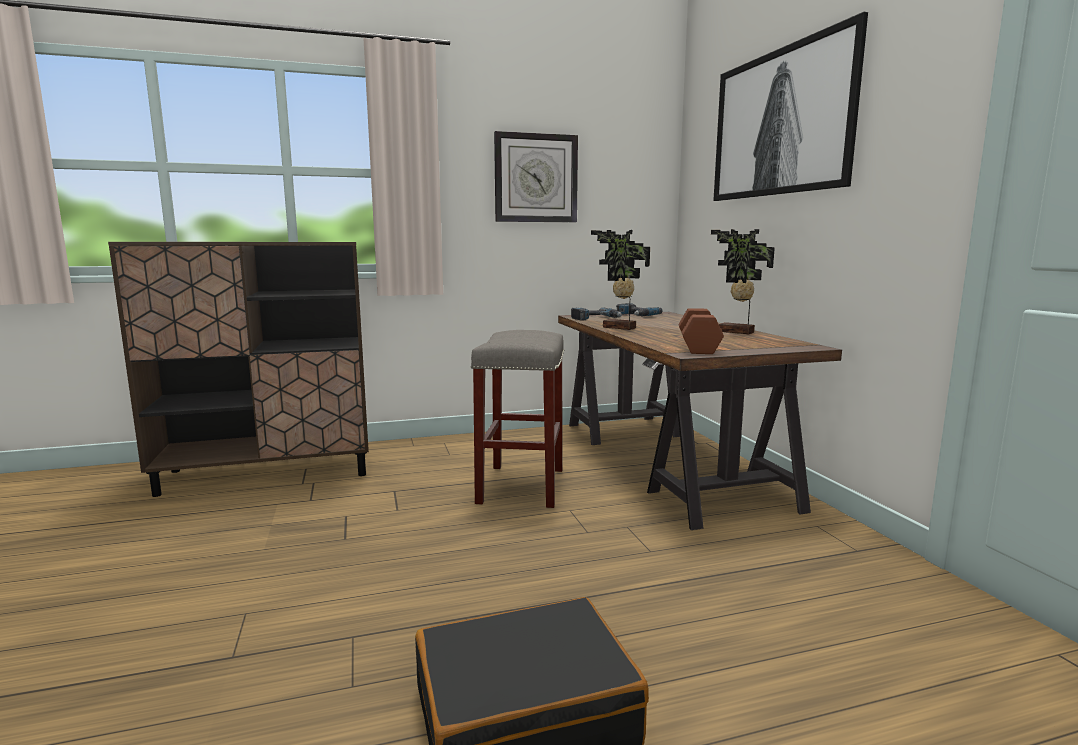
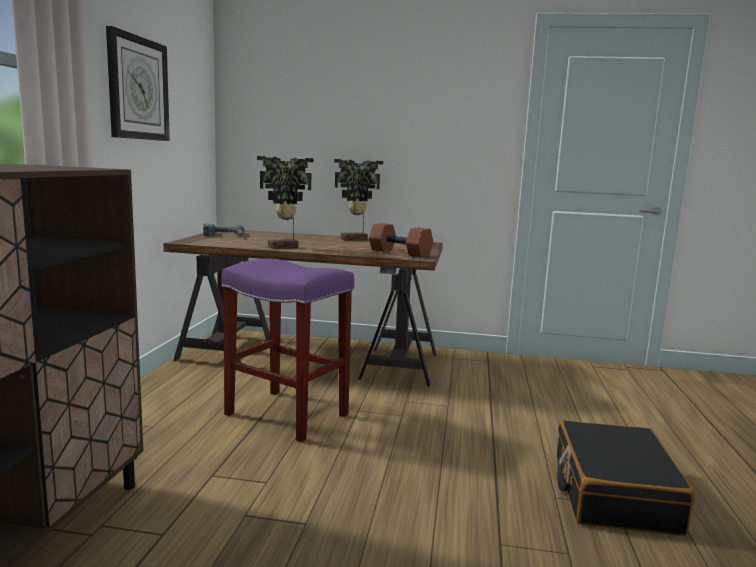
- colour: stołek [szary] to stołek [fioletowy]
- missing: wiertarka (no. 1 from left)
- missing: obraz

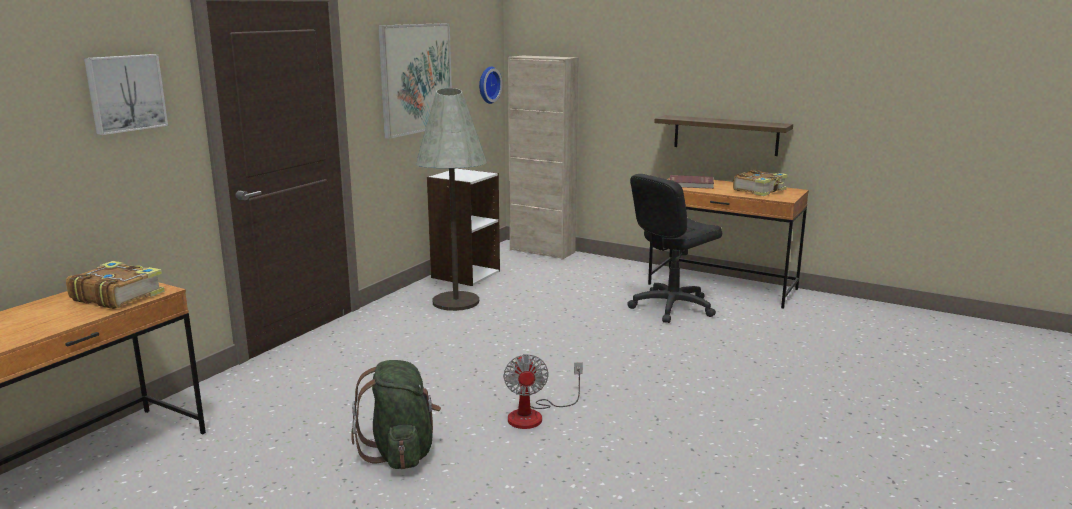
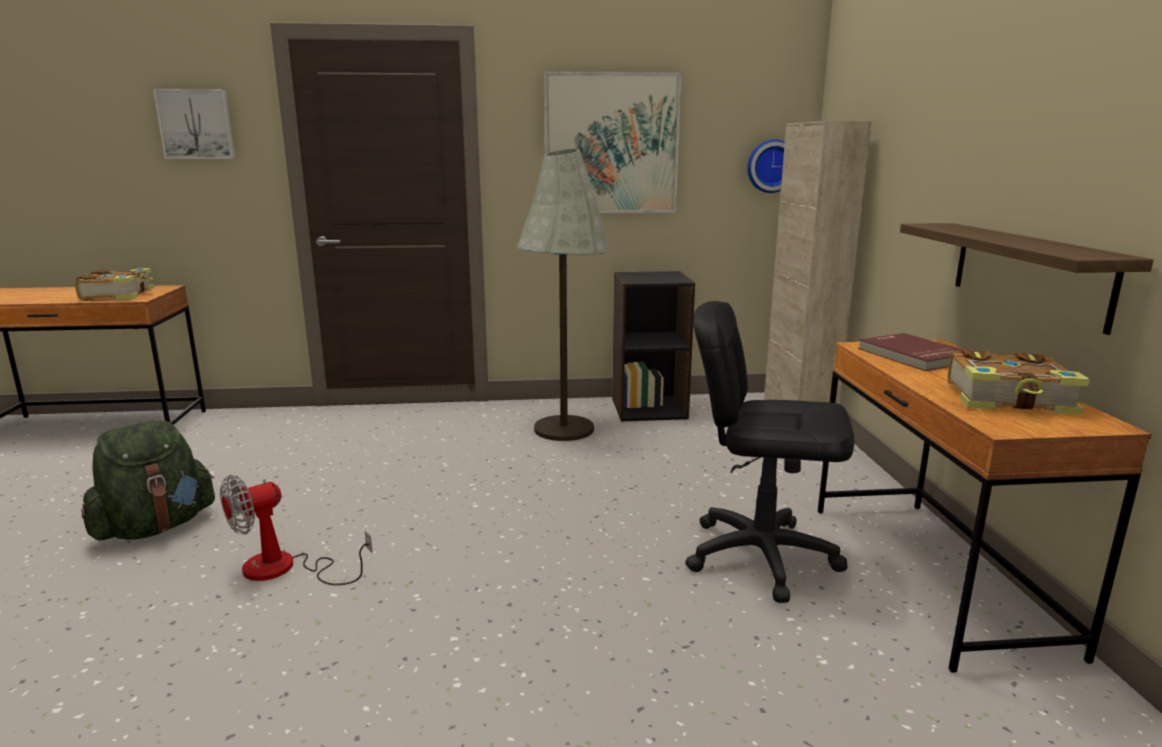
- colour: regał [biały] to regał [czarny]

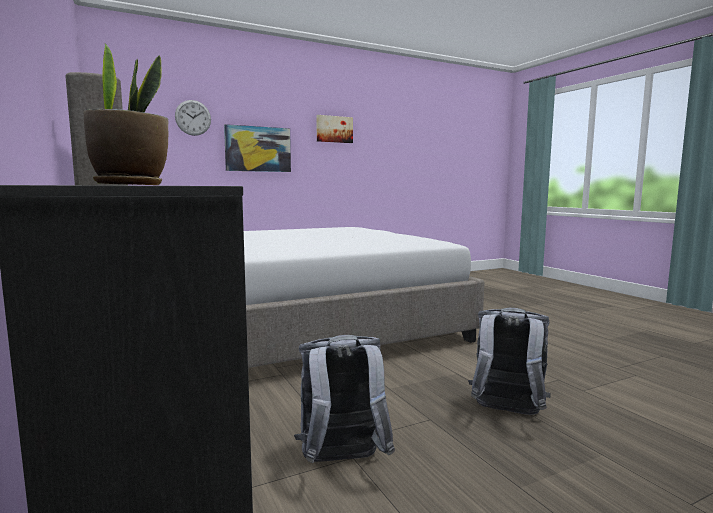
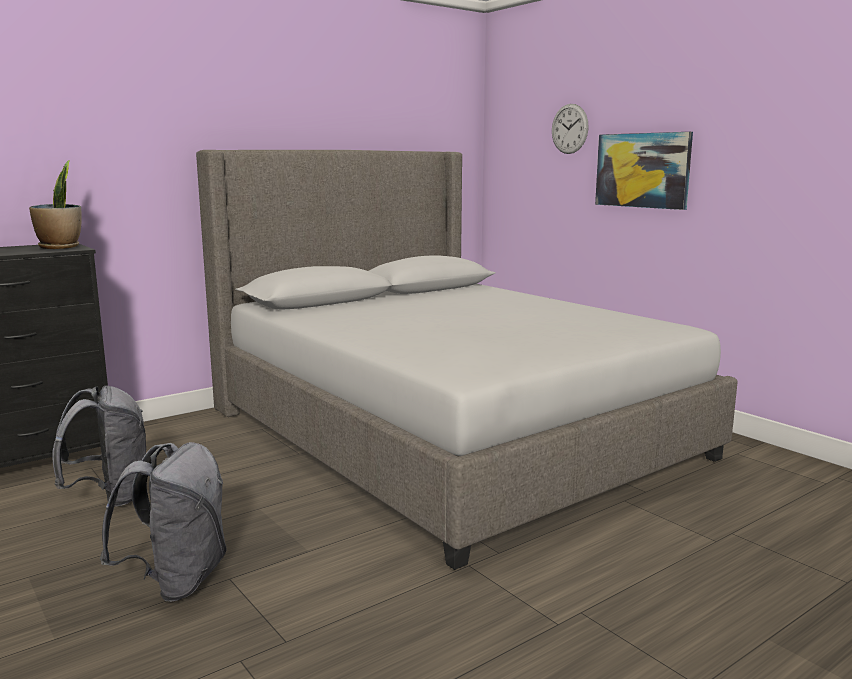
- missing: obraz (no. 2 from left)

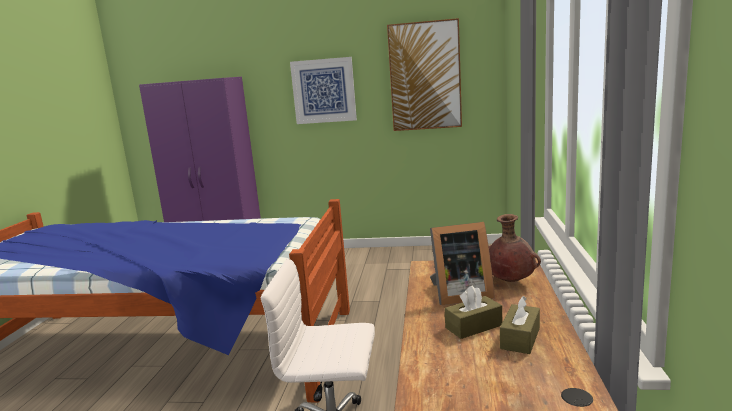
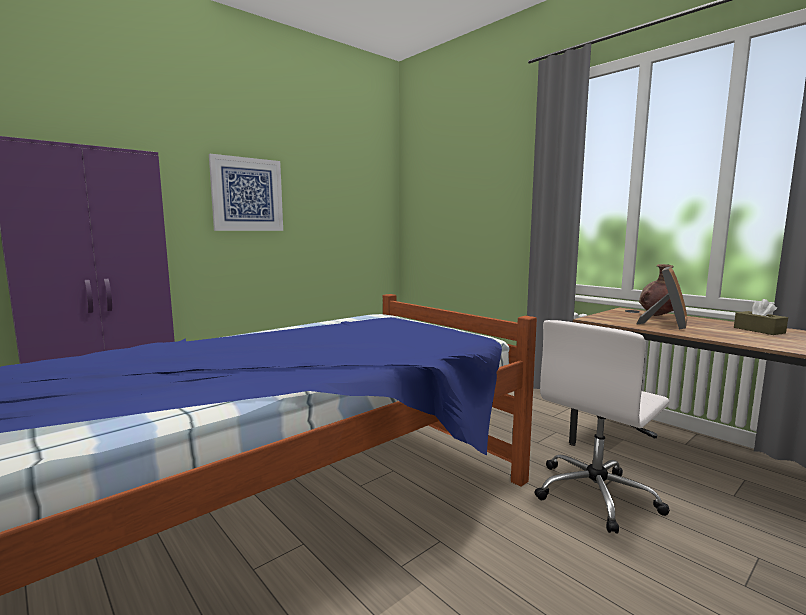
- missing: obraz (no. 2 from left)
- missing: pudełko chusteczek [brązowy] (no. 1 from left)

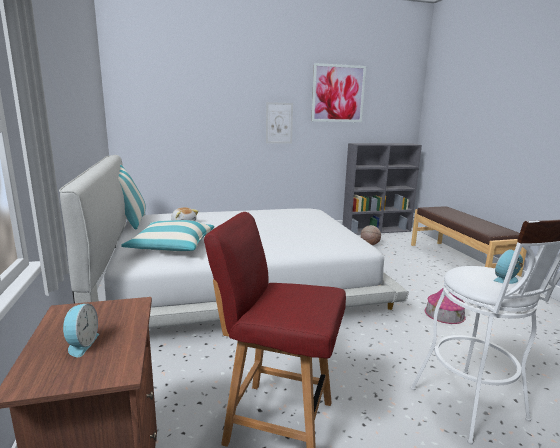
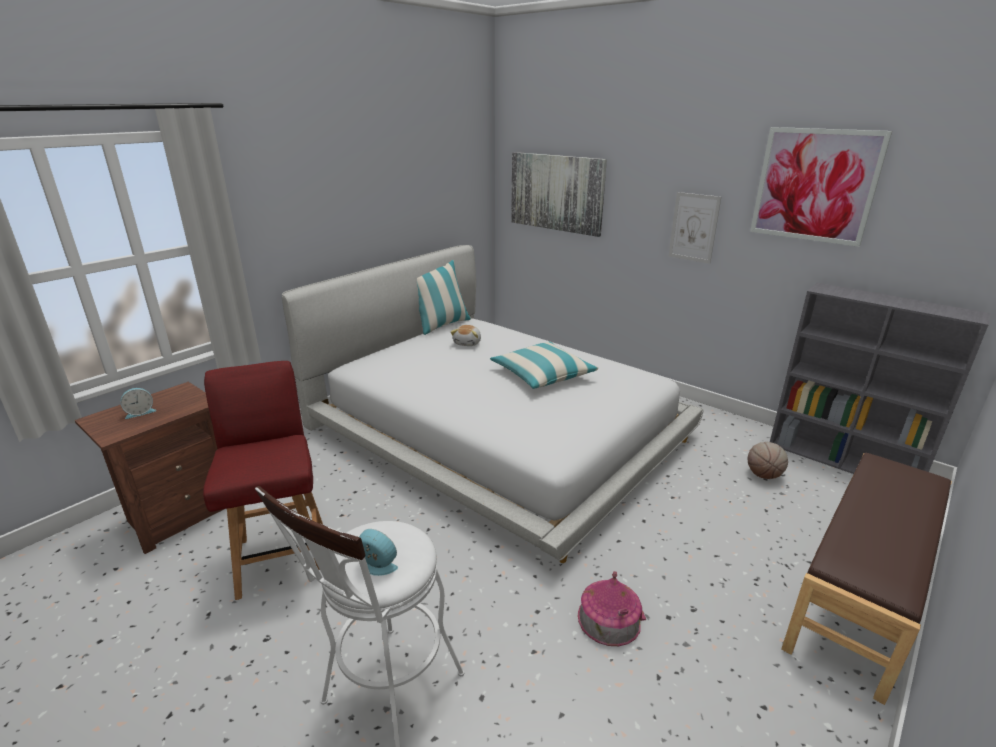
- relocated: poduszka (no. 2 from left)
- appeared: obraz (no. 1 from left)

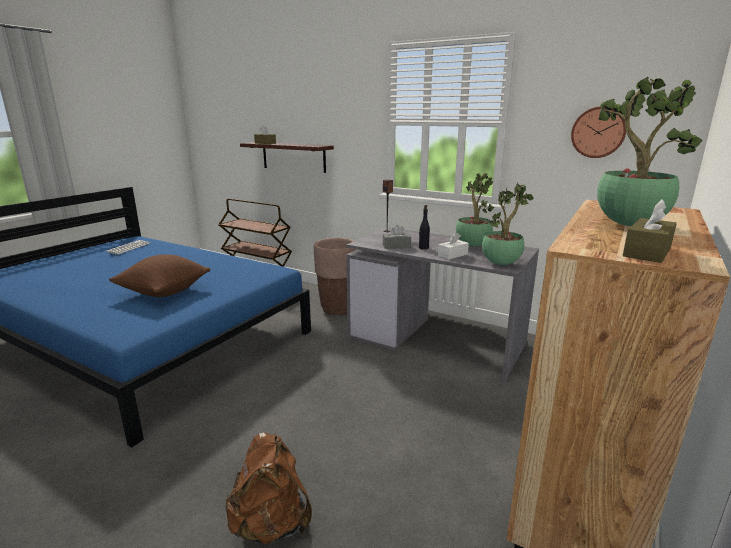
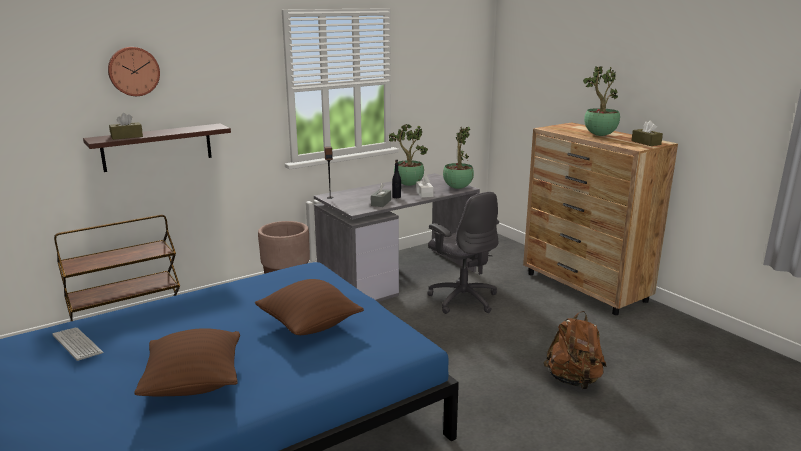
- relocated: zegar ścienny
- appeared: poduszka [brązowy] (no. 1 from left)
- appeared: krzesło biurowe [szary]

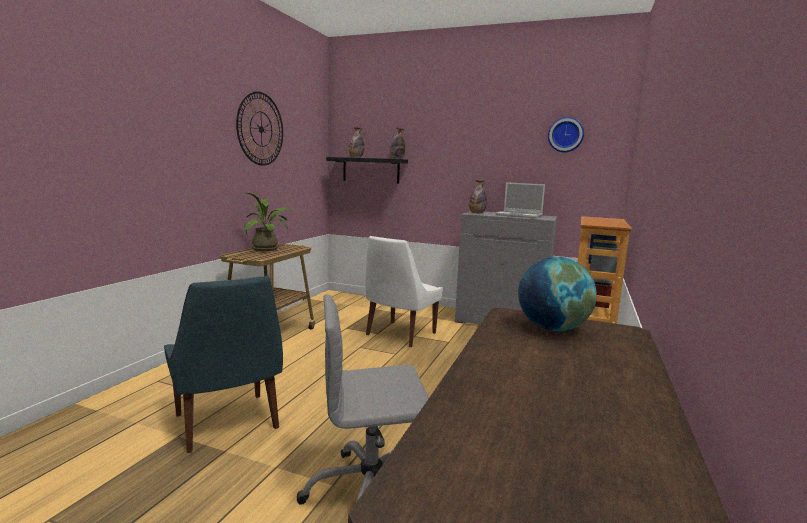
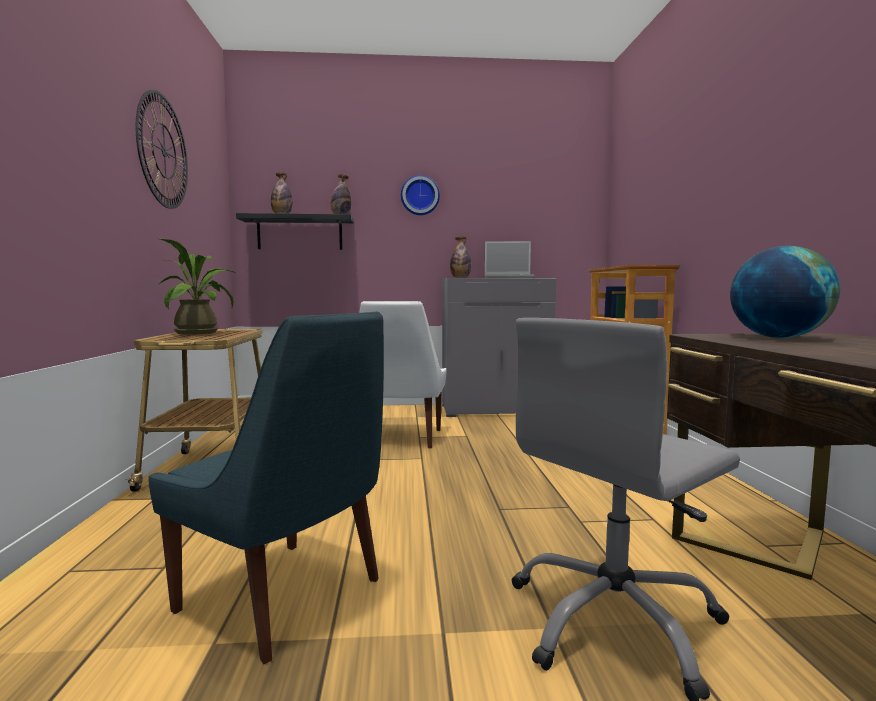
- relocated: zegar ścienny (no. 2 from left)

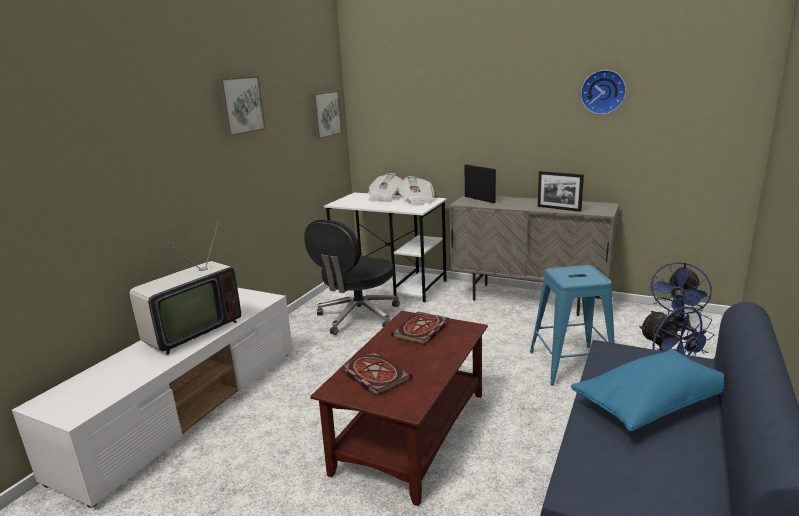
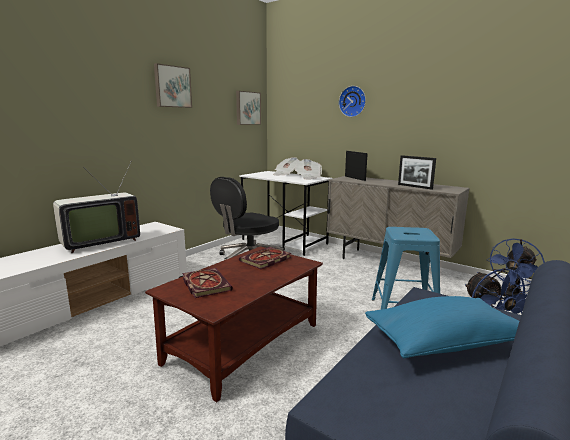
- relocated: zegar ścienny

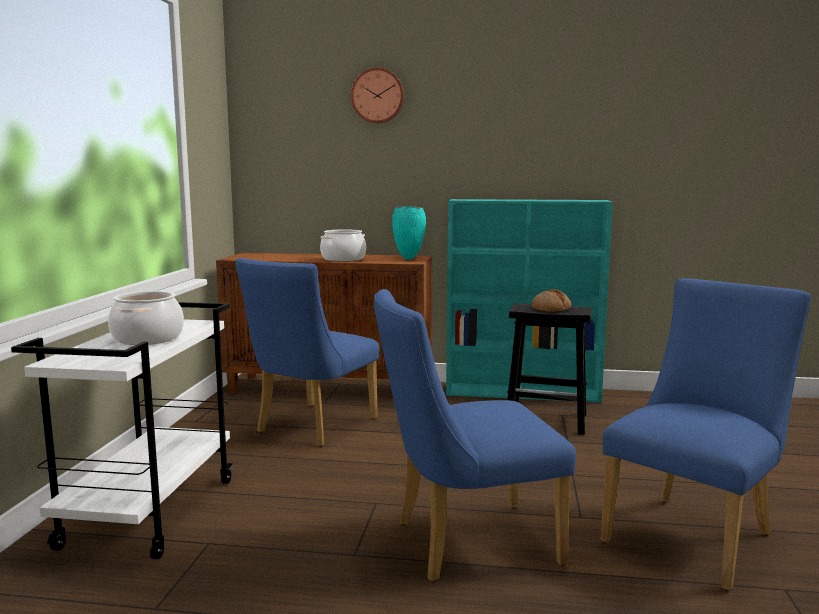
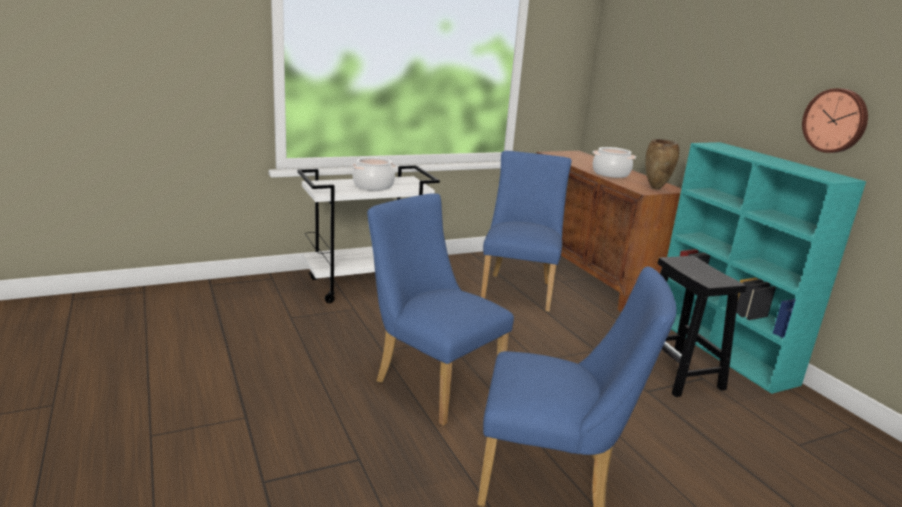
- spun: krzesło [niebieski] (no. 1 from left in the first image) 105 degrees clockwise
- relocated: zegar ścienny
- colour: wazon [turkusowy] to wazon [brązowy]
- missing: chleb

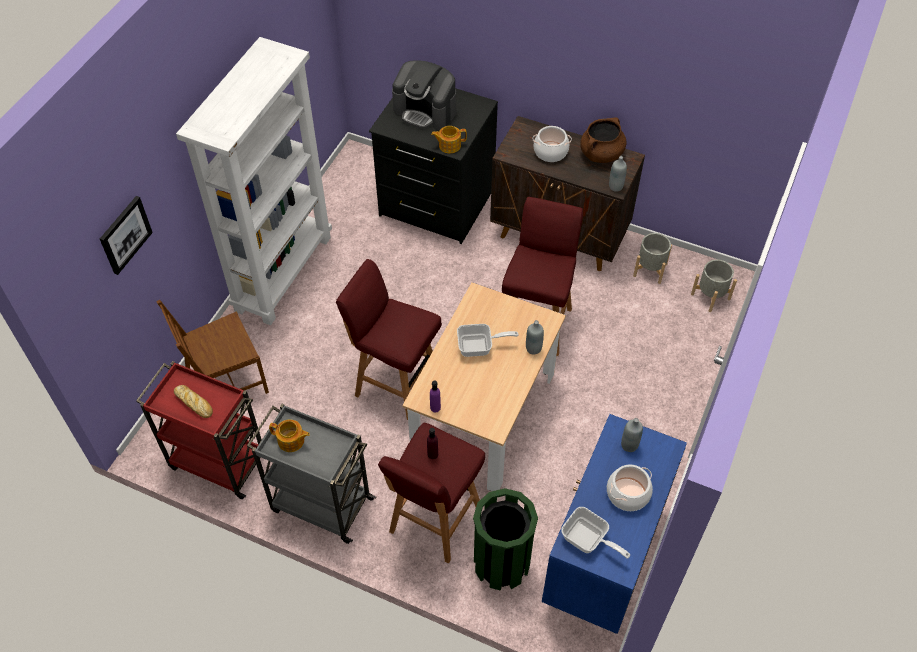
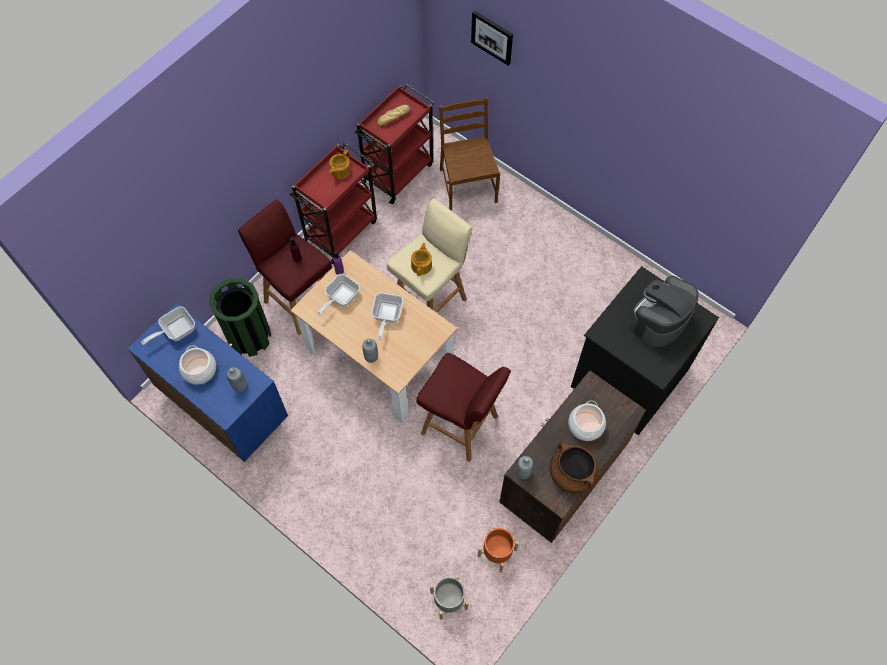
- missing: regał [biały]
- colour: wózek [szary] to wózek [czerwony] (no. 1 from left)
- colour: stołek [czerwony] (no. 1 from left) to stołek [beżowy]
- relocated: imbryk (no. 2 from left)
- colour: donica [szary] (no. 1 from left) to donica [pomarańczowy]
- appeared: patelnia (no. 2 from left)

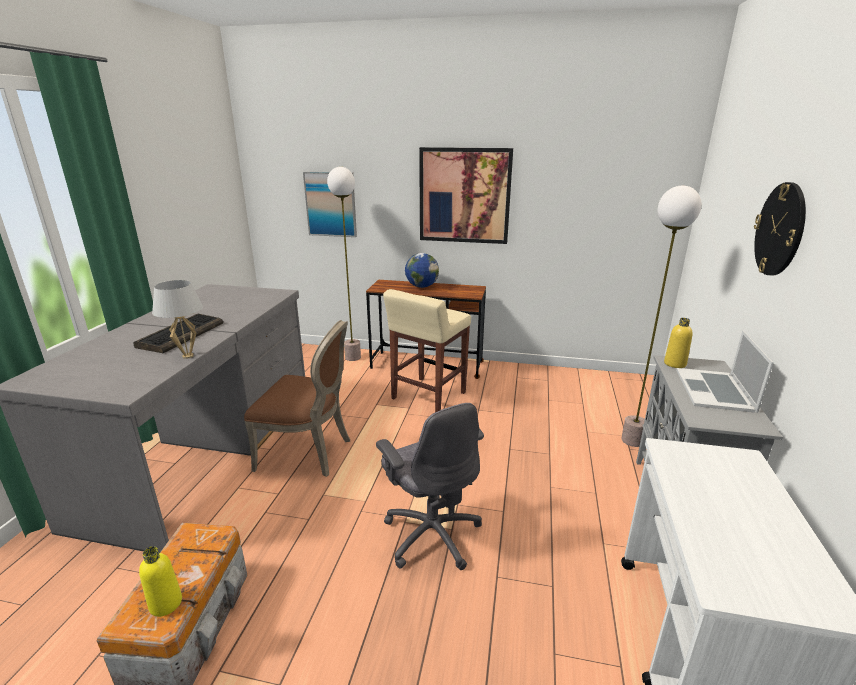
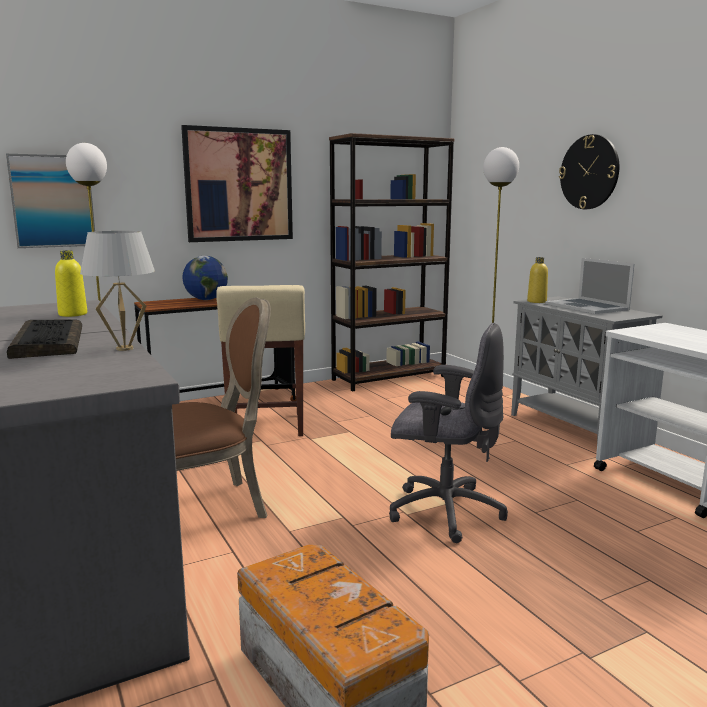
- relocated: butelka [żółty] (no. 1 from left)
- appeared: regał [brązowy]

